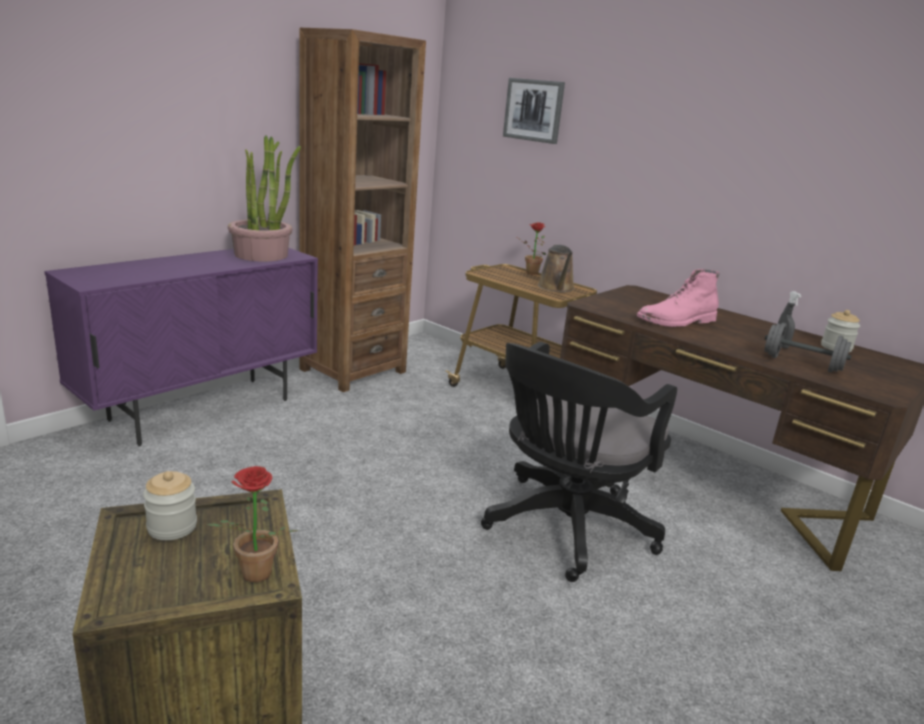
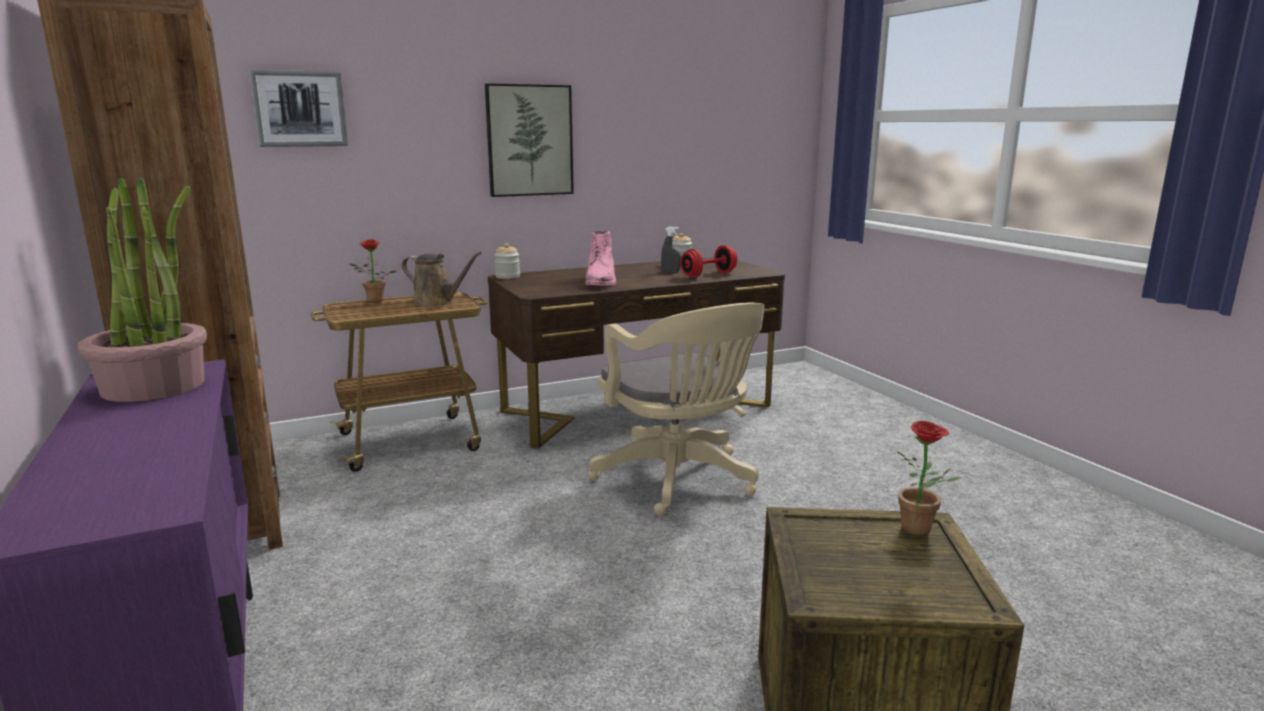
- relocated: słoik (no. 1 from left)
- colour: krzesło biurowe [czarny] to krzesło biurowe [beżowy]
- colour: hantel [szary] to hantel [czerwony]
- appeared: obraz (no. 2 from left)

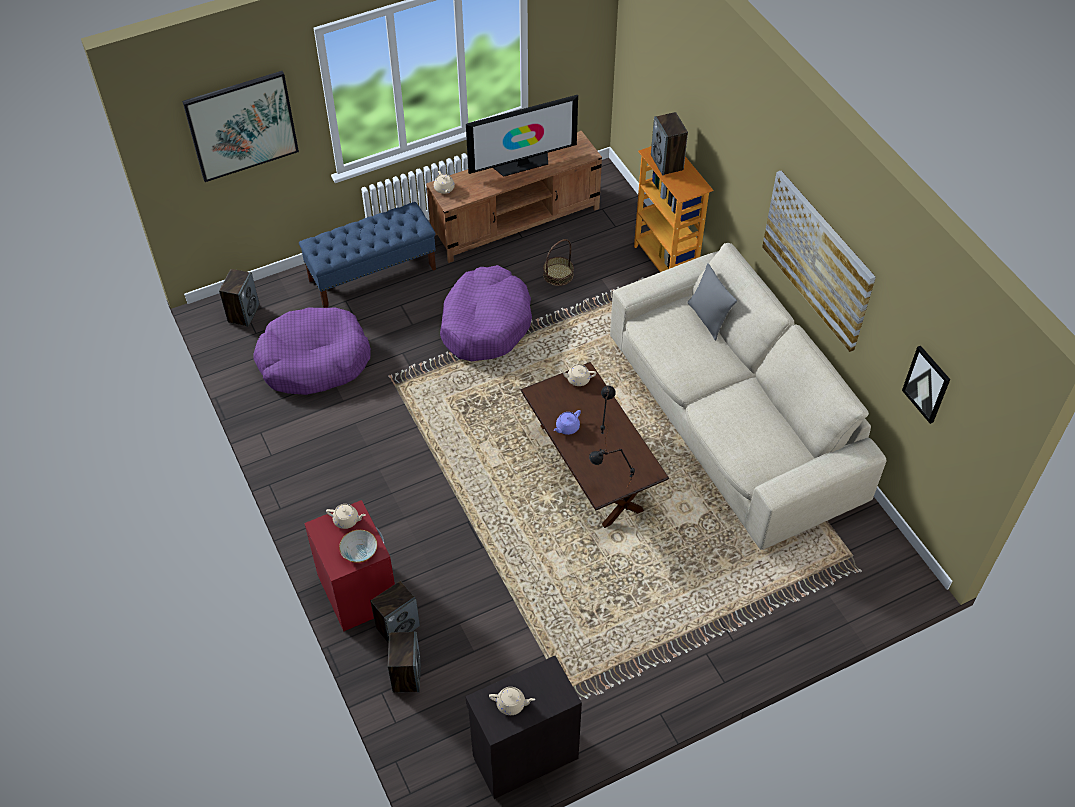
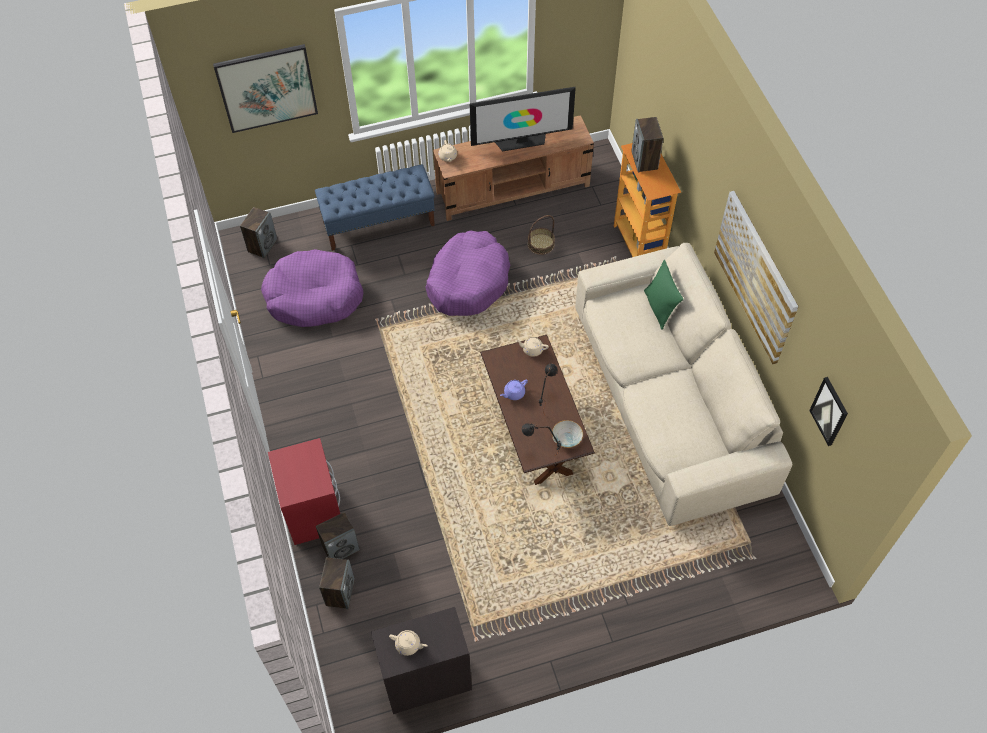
- missing: imbryk [beżowy] (no. 1 from left)
- relocated: miska
- colour: poduszka [szary] to poduszka [zielony]

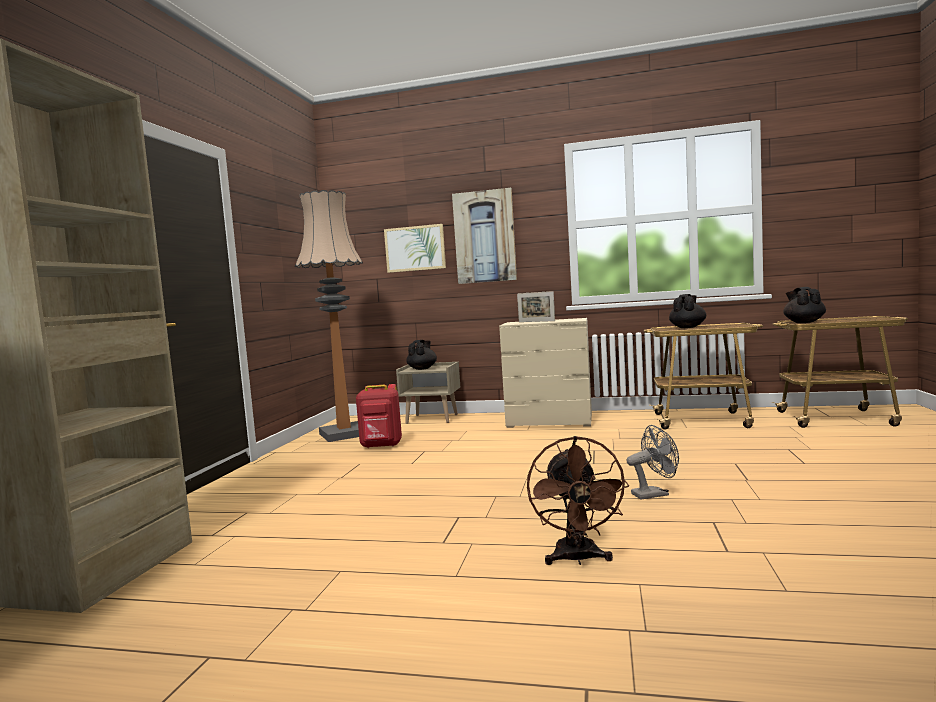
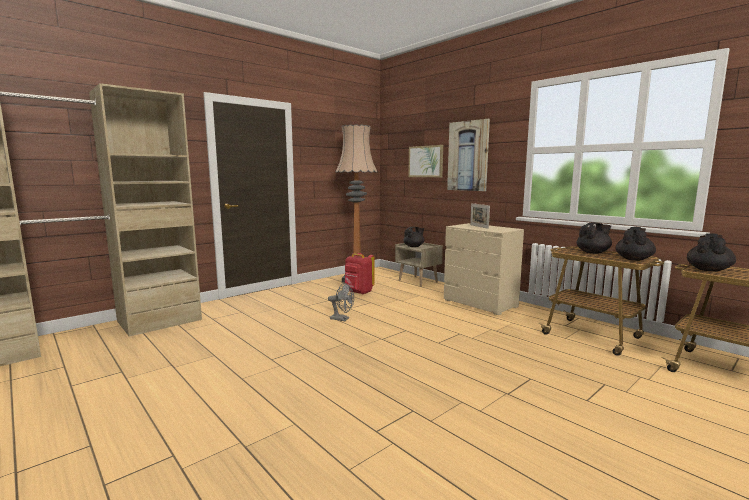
- missing: wentylator [brązowy]
- relocated: wentylator [szary]
- appeared: imbryk [czarny] (no. 3 from left)

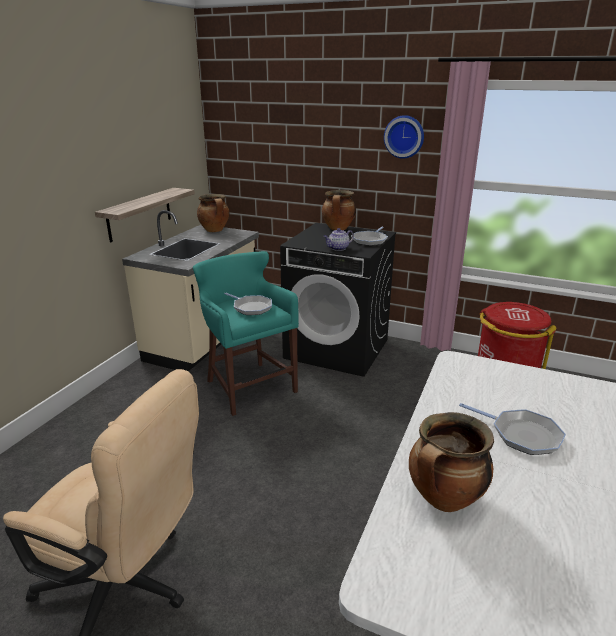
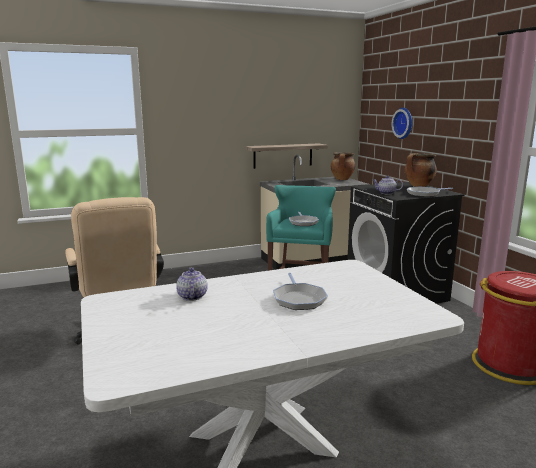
- relocated: zegar ścienny
- exchanged: garnek (no. 3 from left) to imbryk (no. 1 from left)

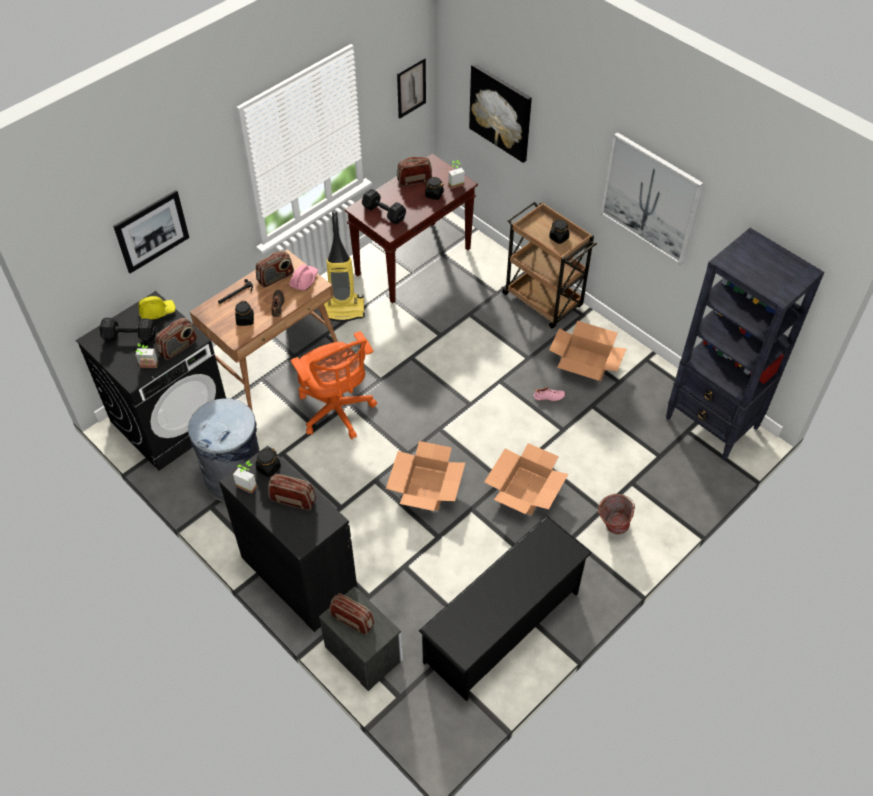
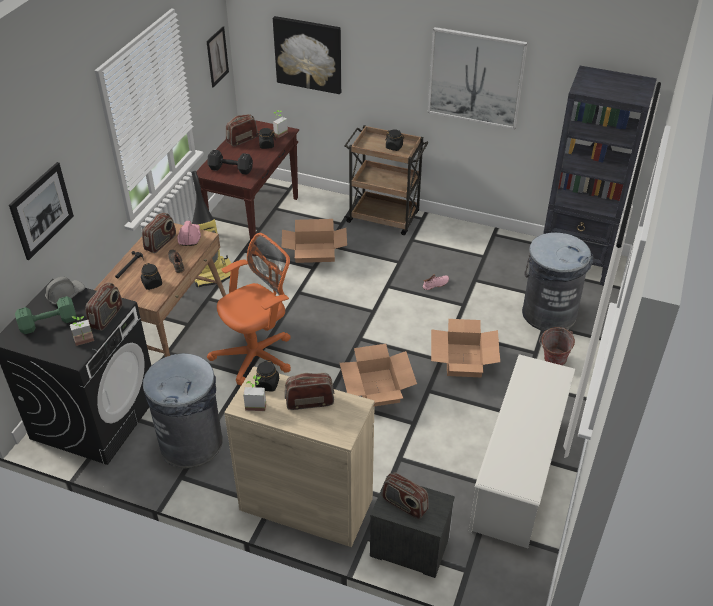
- colour: hantel [czarny] (no. 1 from left) to hantel [zielony]
- colour: kask [żółty] to kask [szary]
- colour: szafka [czarny] to szafka [beżowy]
- spun: krzesło biurowe [pomarańczowy] 75 degrees counterclockwise
- spun: radio (no. 4 from left in the first image) 150 degrees counterclockwise
- colour: regał na buty [czarny] to regał na buty [biały]
- relocated: karton (no. 3 from left in the first image) to karton (no. 1 from left)
- appeared: kosz na śmieci [szary] (no. 2 from left)

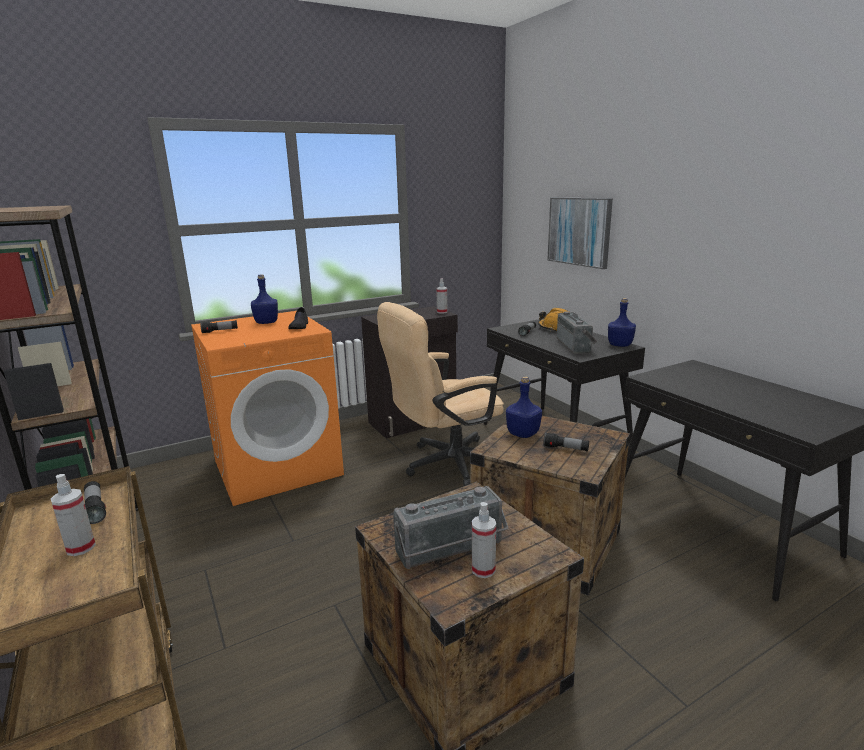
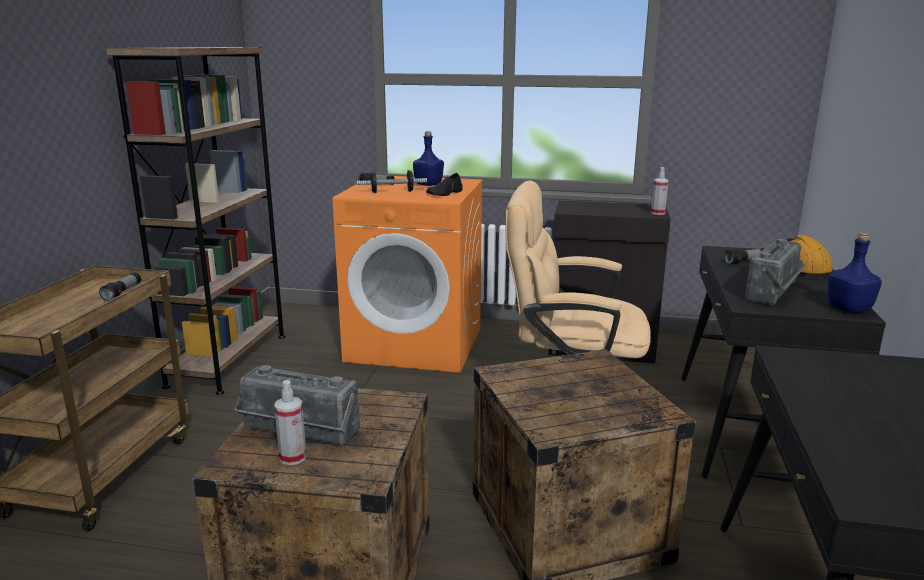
- missing: spryskiwacz (no. 1 from left)
- missing: butelka [niebieski] (no. 2 from left)
- missing: latarka (no. 4 from left)
- missing: obraz
- appeared: hantel

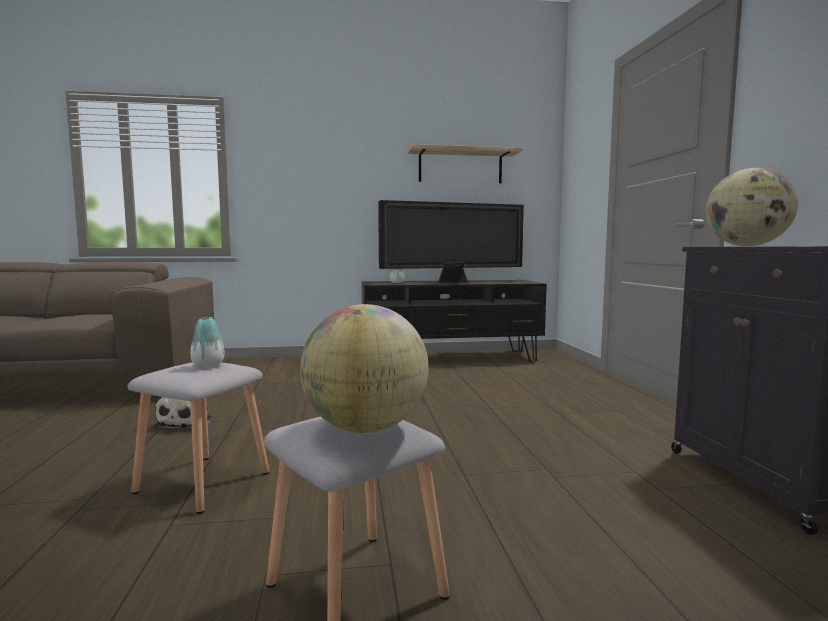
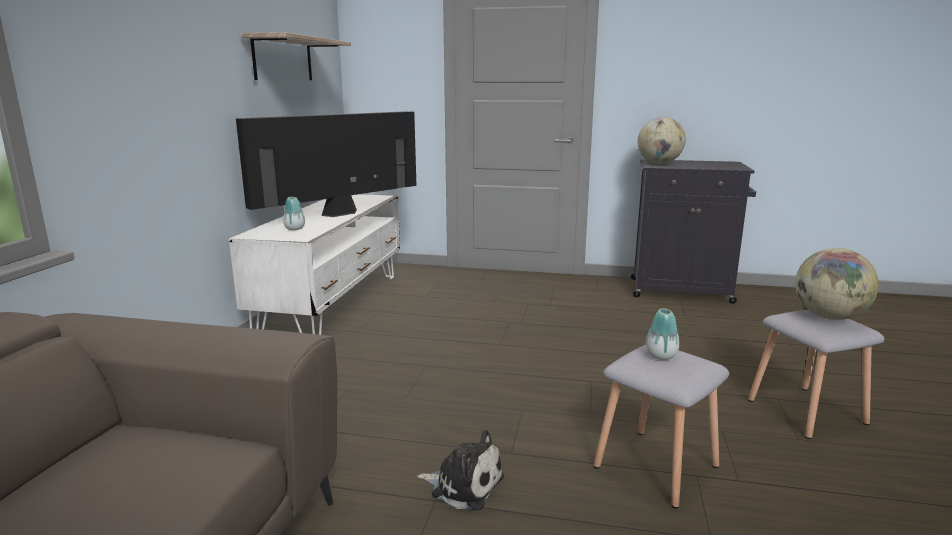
- colour: szafka pod telewizor [czarny] to szafka pod telewizor [biały]
- spun: telewizor 135 degrees counterclockwise

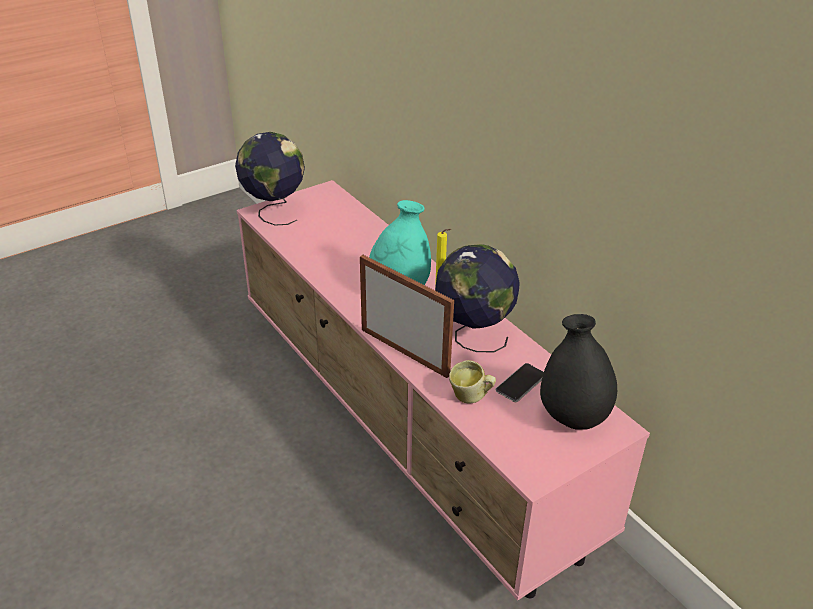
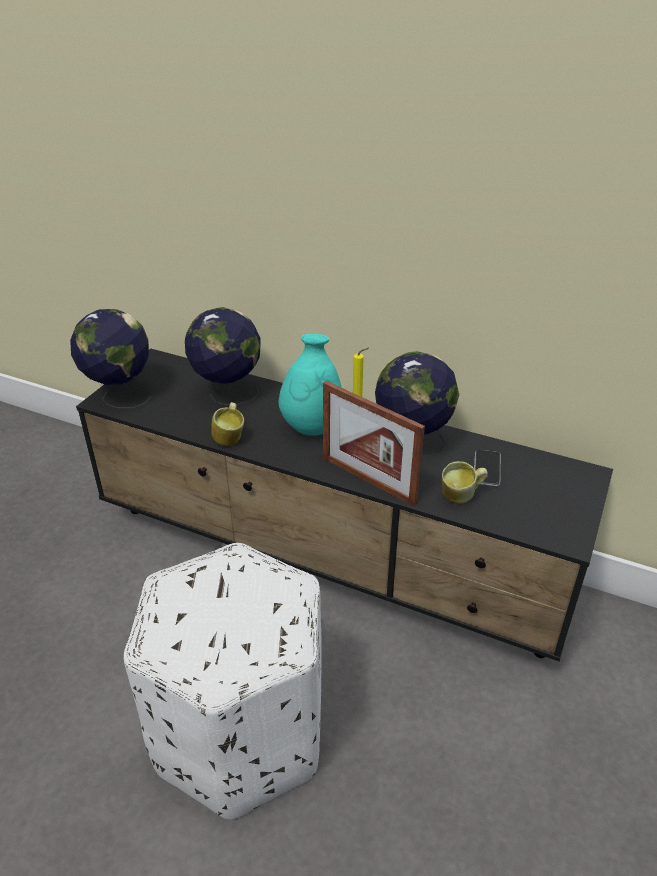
- colour: szafka pod telewizor [różowy] to szafka pod telewizor [czarny]
- spun: ramka na zdjęcie 150 degrees counterclockwise
- missing: wazon [czarny]
- appeared: pufa [biały]
- appeared: globus (no. 2 from left)
- appeared: kubek (no. 1 from left)

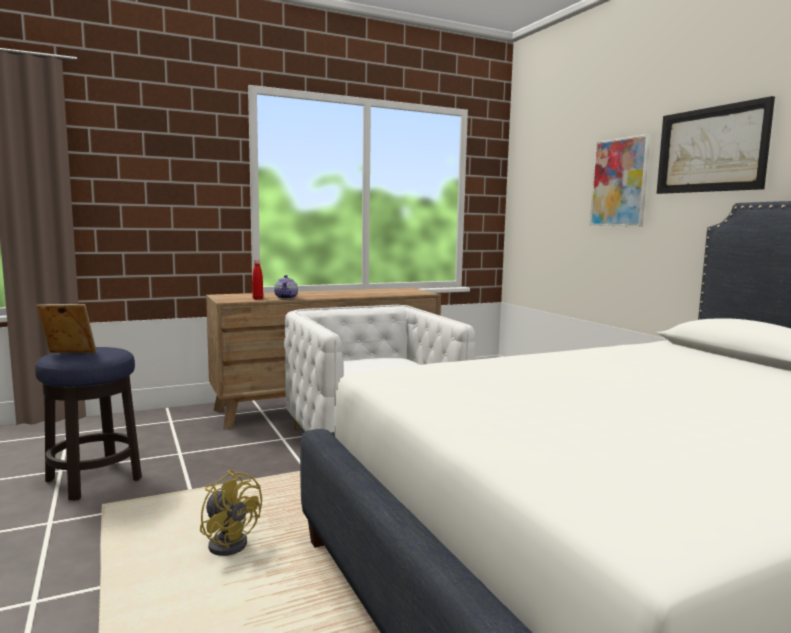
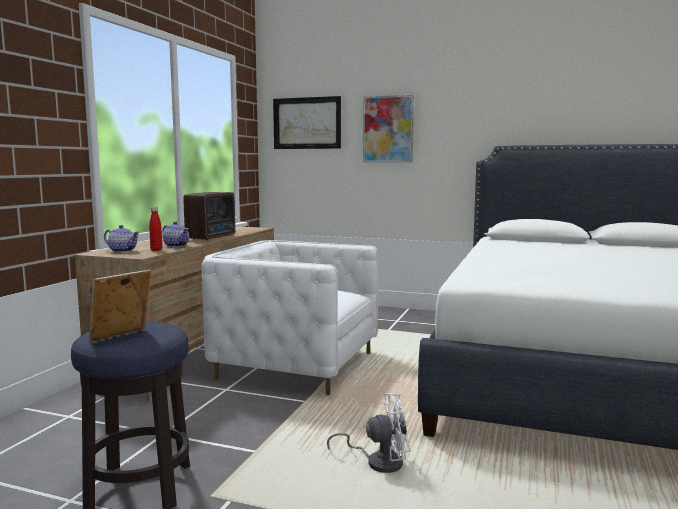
- colour: wentylator [żółty] to wentylator [biały]
- relocated: obraz (no. 2 from left in the first image) to obraz (no. 1 from left)
- appeared: imbryk (no. 1 from left)
- appeared: radio

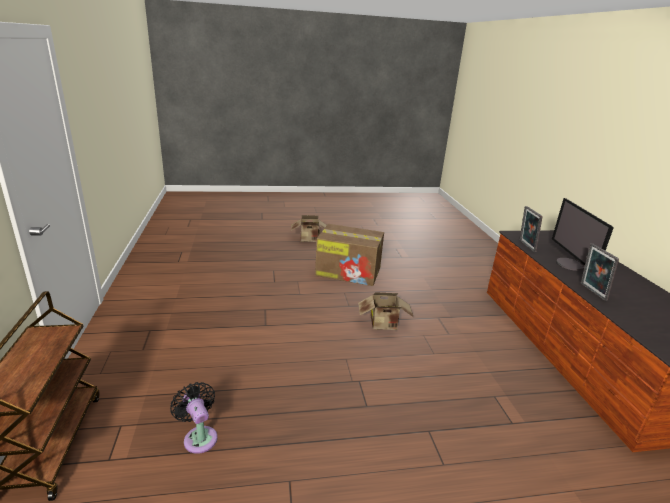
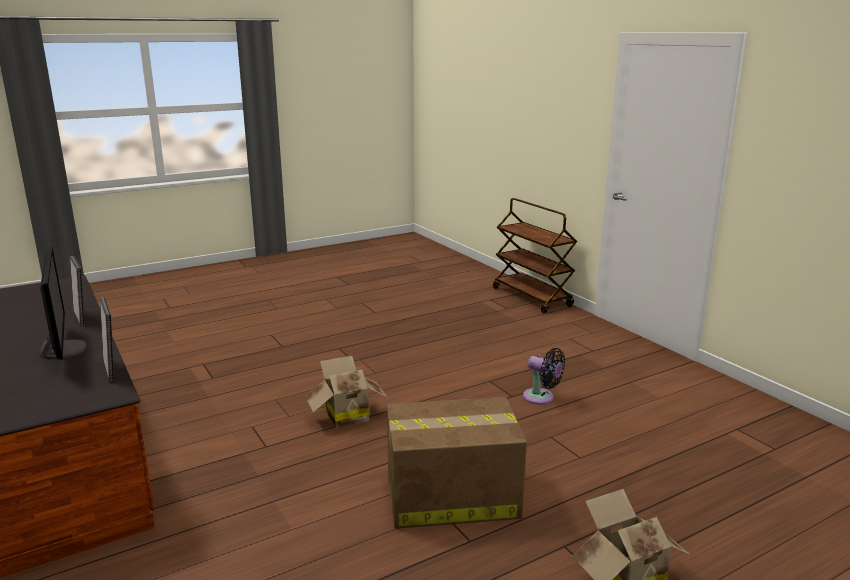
- relocated: wentylator [czarny]

